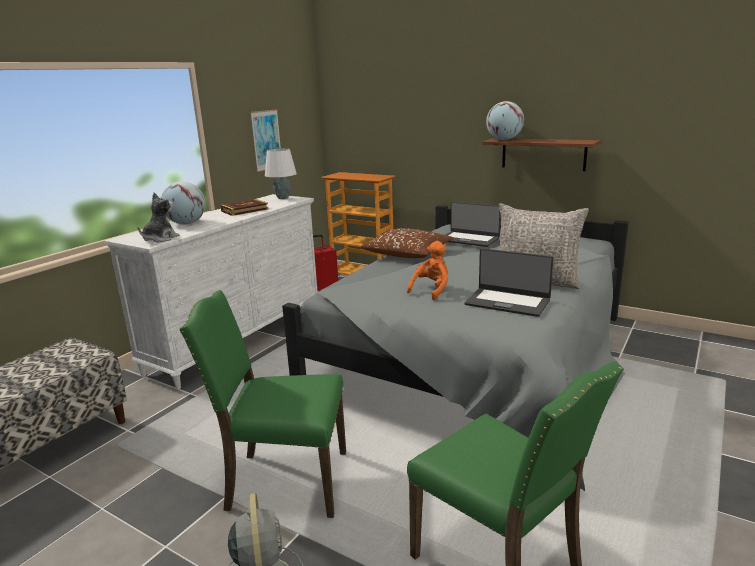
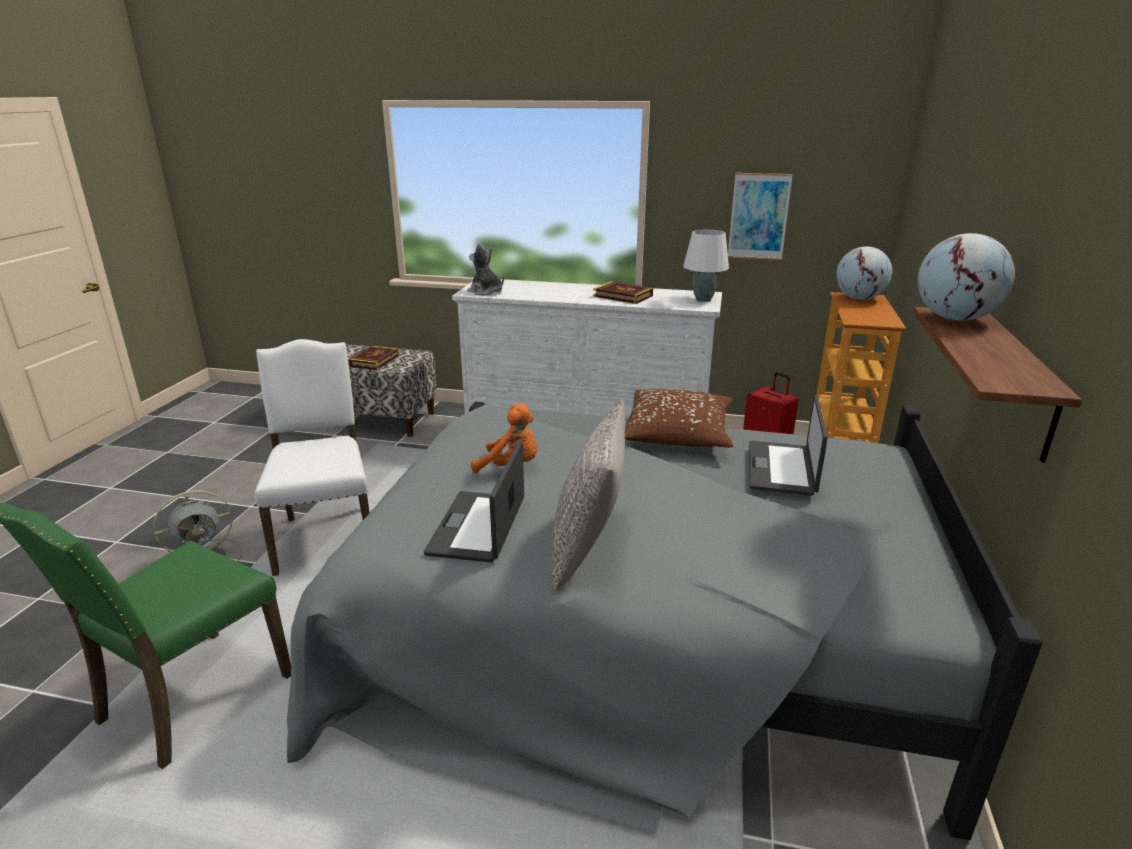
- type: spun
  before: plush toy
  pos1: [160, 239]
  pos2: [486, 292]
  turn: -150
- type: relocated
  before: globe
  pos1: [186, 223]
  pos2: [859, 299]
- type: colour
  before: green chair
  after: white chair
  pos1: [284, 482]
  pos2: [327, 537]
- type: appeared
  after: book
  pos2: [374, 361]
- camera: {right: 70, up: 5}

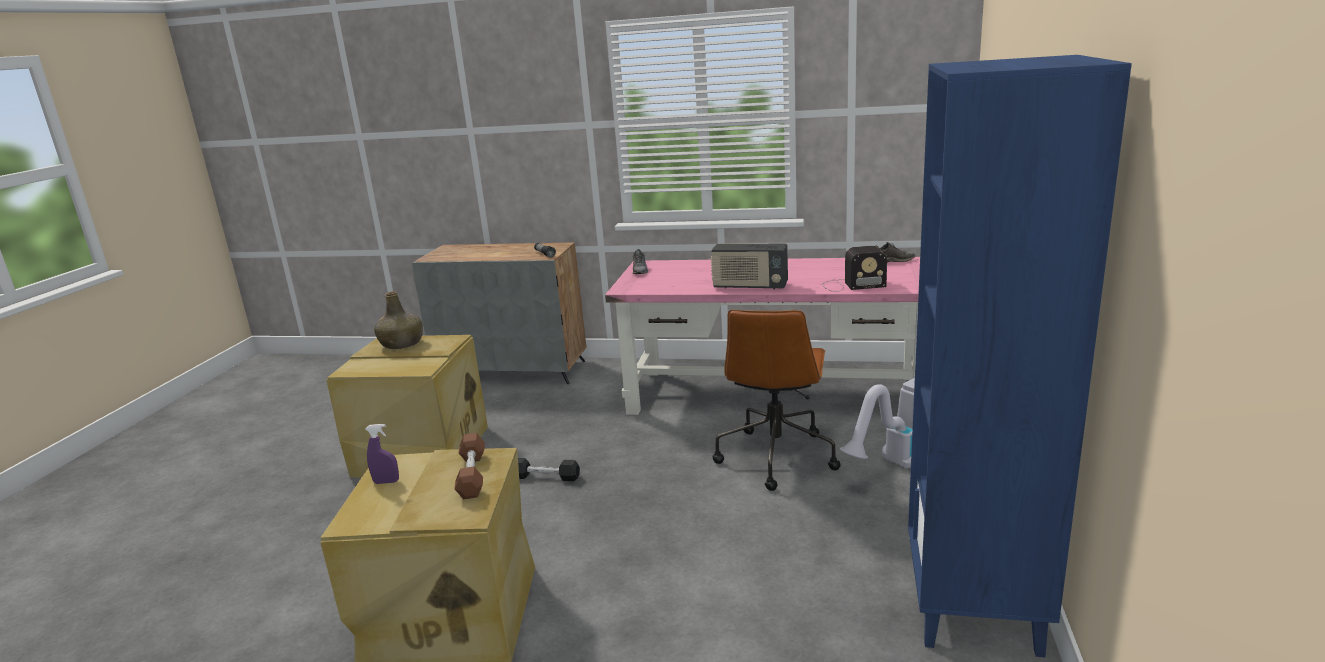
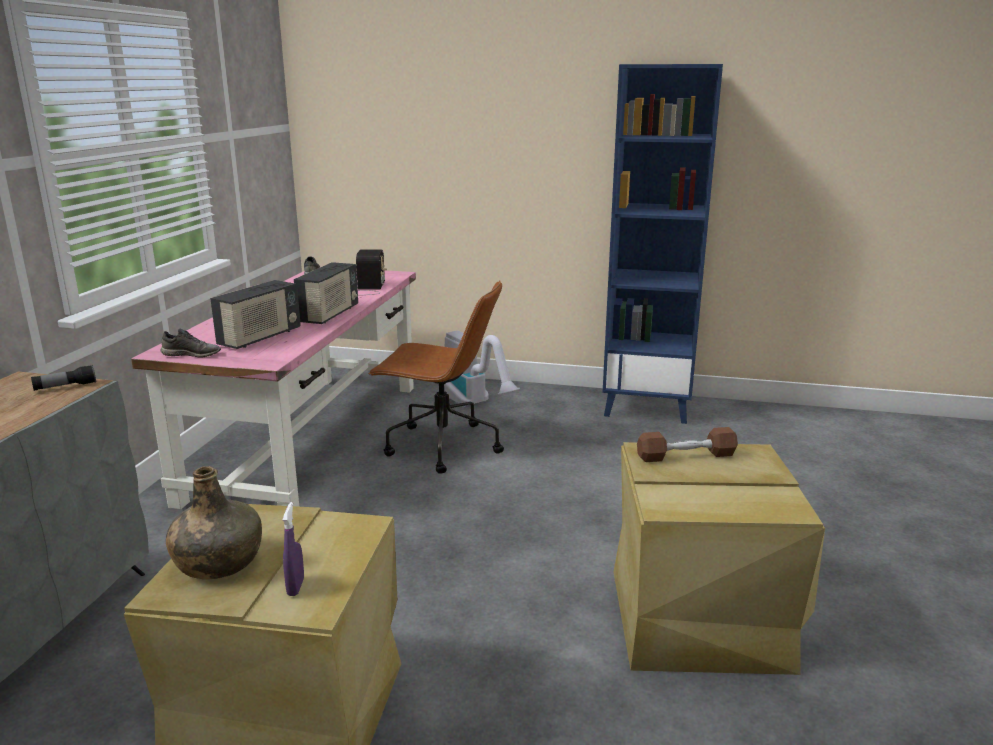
- type: relocated
  before: purple spray bottle
  pos1: [386, 482]
  pos2: [295, 587]
- type: missing
  before: black dumbbell
  pos1: [545, 477]
- type: appeared
  after: radio
  pos2: [260, 338]
- camera: {right: -90, up: 0}

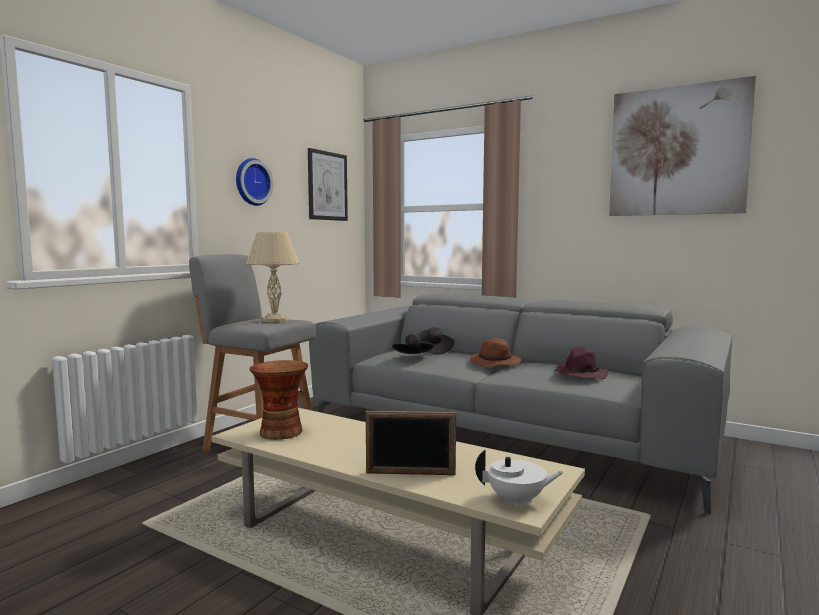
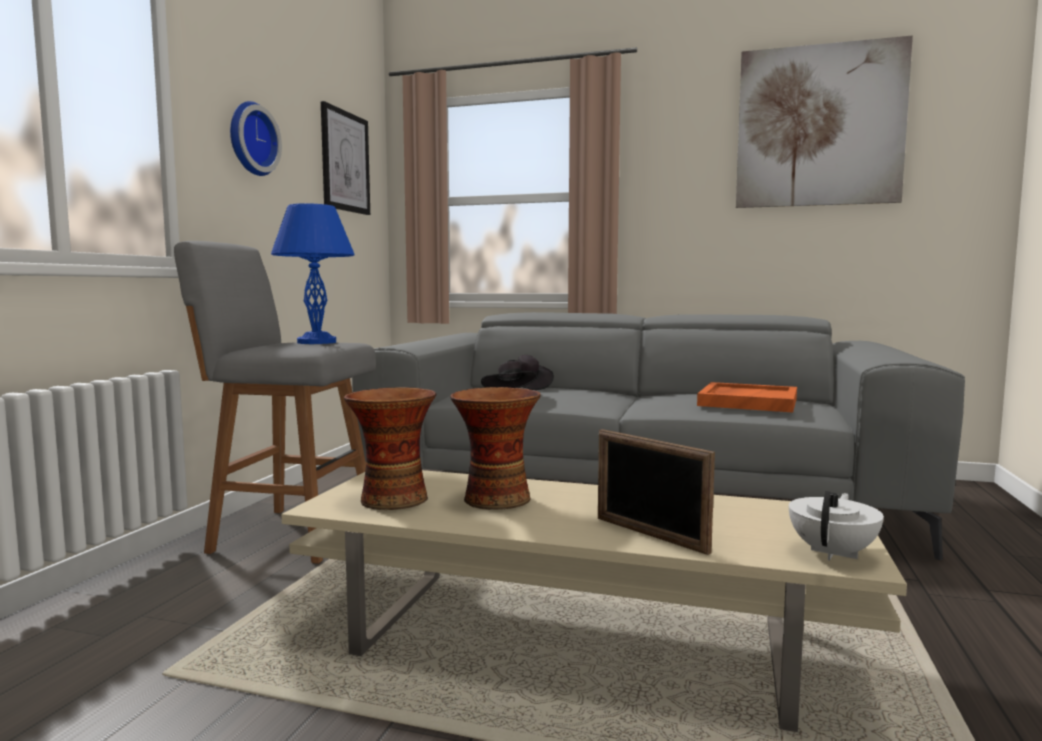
- type: colour
  before: beige table lamp
  after: blue table lamp
  pos1: [274, 320]
  pos2: [316, 342]
- type: spun
  before: picture frame
  pos1: [410, 473]
  pos2: [649, 535]
  turn: 60
- type: missing
  before: brown hat
  pos1: [495, 363]
- type: spun
  before: white teapot
  pos1: [517, 501]
  pos2: [833, 553]
  turn: -45
- type: exchanged
  before: purple hat
  after: orange tray
  pos1: [580, 374]
  pos2: [747, 401]
- type: appeared
  after: vase
  pos2: [494, 499]
- camera: {right: -15, up: 0}

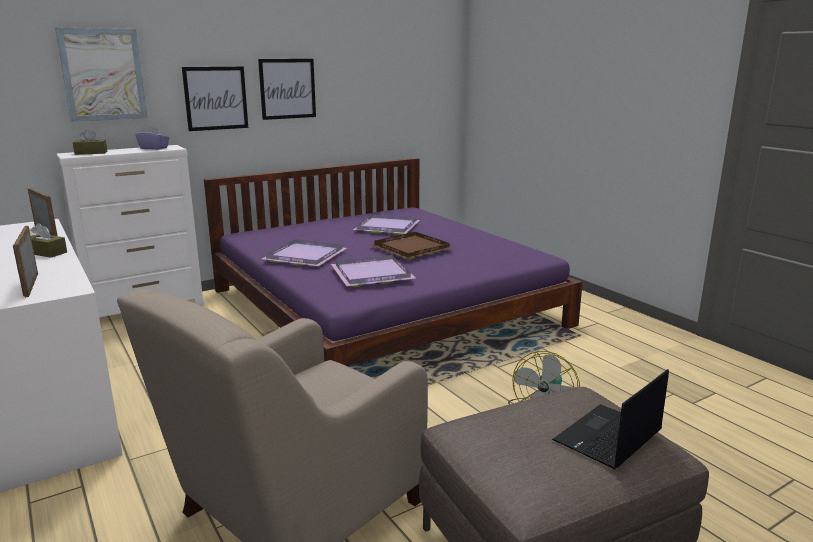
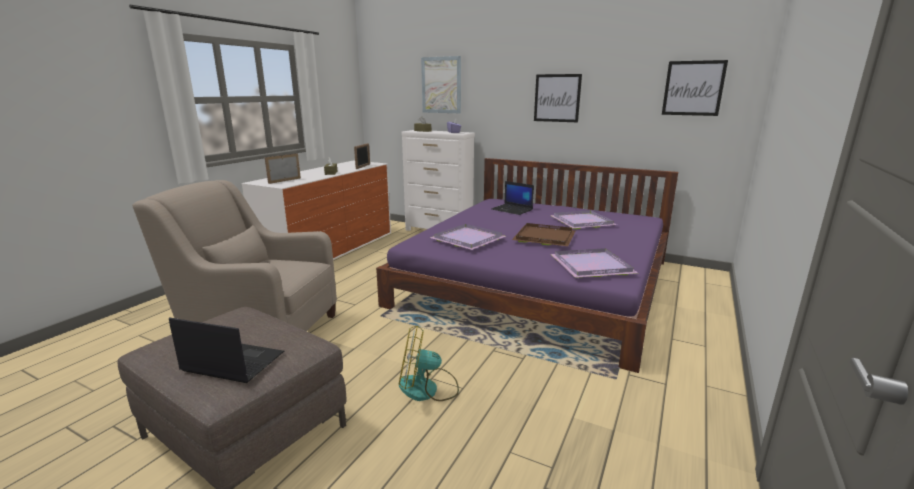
- type: relocated
  before: picture
  pos1: [216, 98]
  pos2: [693, 88]
- type: relocated
  before: purple tray
  pos1: [303, 256]
  pos2: [590, 265]
- type: appeared
  after: laptop
  pos2: [512, 210]
- camera: {right: 60, up: 0}

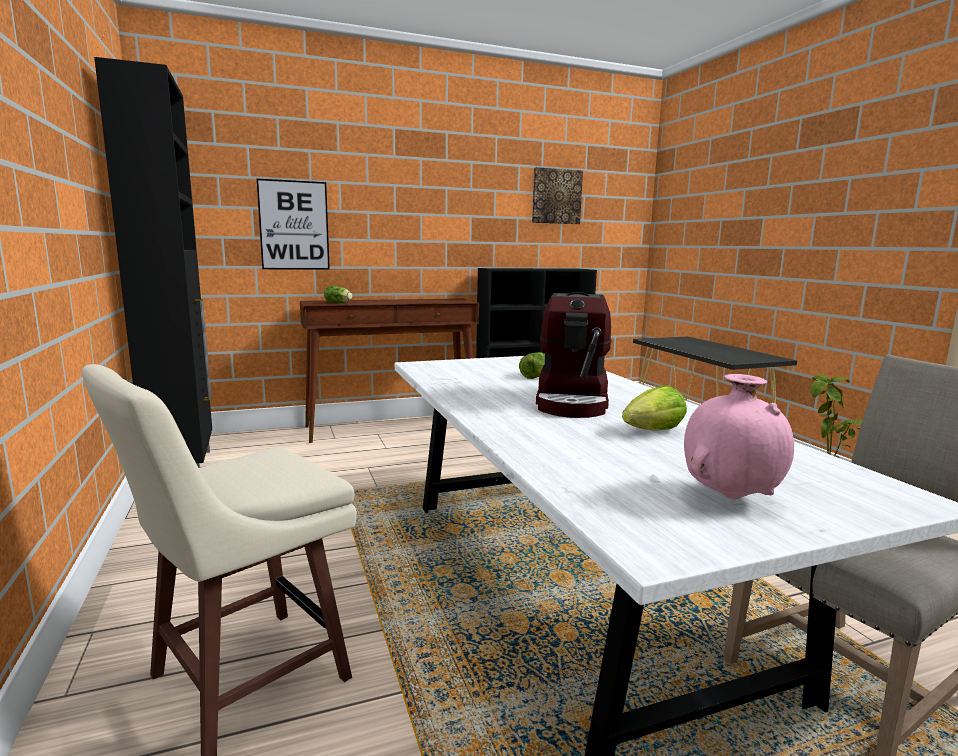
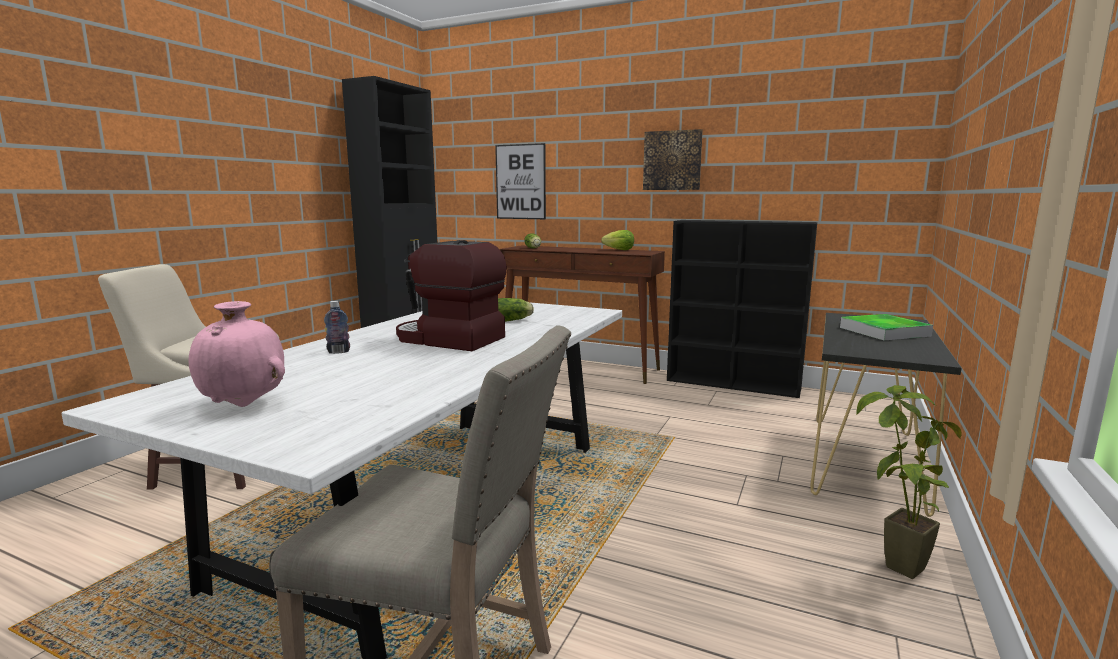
- type: relocated
  before: picture
  pos1: [556, 196]
  pos2: [672, 160]
- type: spun
  before: coffee machine
  pos1: [573, 401]
  pos2: [448, 339]
  turn: 60
- type: relocated
  before: lettuce
  pos1: [654, 431]
  pos2: [619, 250]
- type: appeared
  after: bottle
  pos2: [338, 352]
- type: appeared
  after: tray
  pos2: [884, 332]
- camera: {right: 45, up: 0}

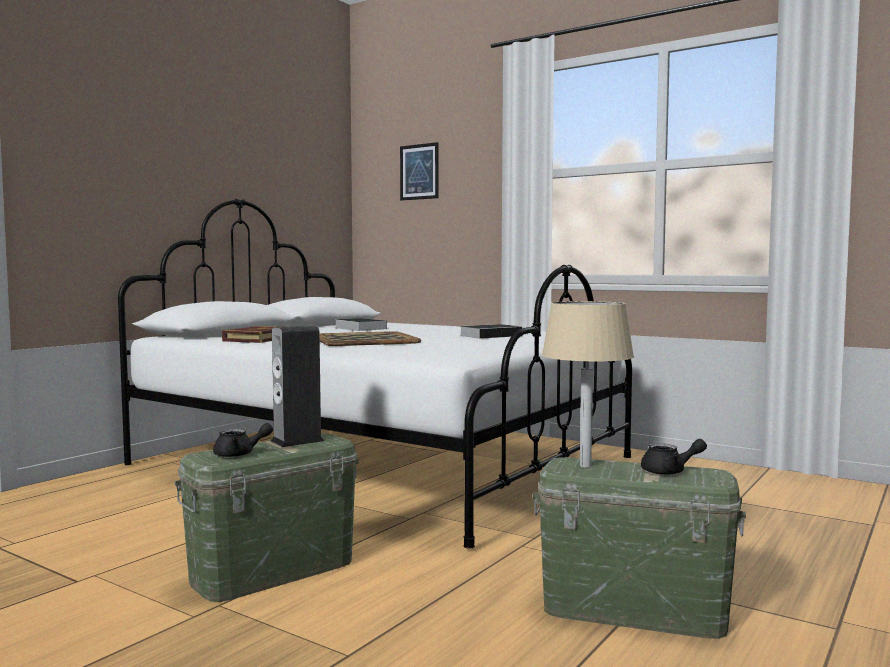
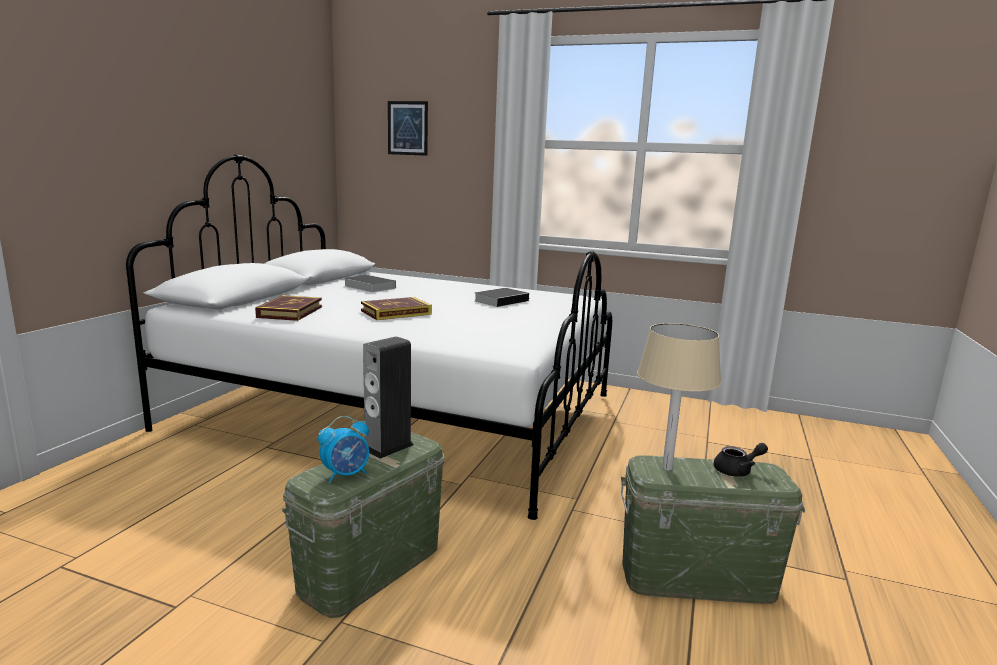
- type: exchanged
  before: black teapot
  after: alarm clock
  pos1: [240, 454]
  pos2: [346, 475]
- type: exchanged
  before: tray
  after: book
  pos1: [364, 340]
  pos2: [396, 312]
- camera: {right: -15, up: 10}

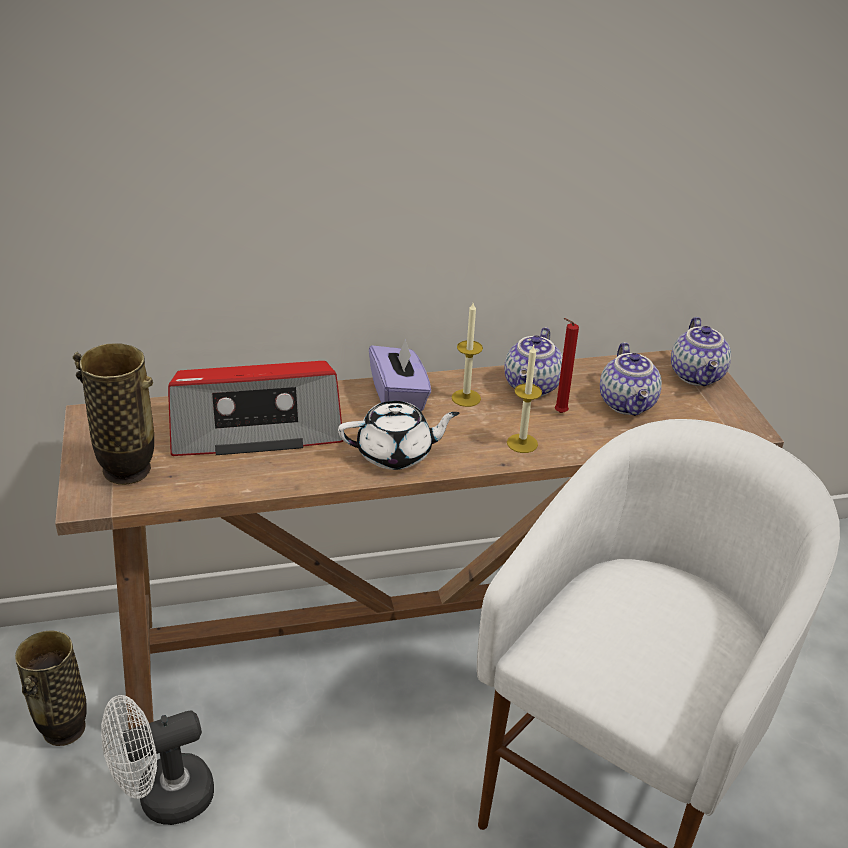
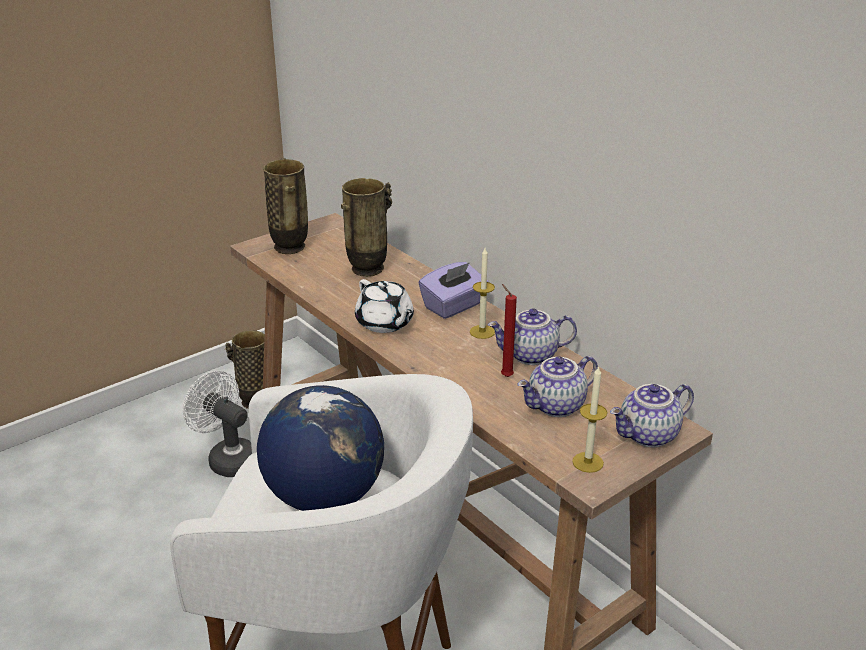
- type: exchanged
  before: radio
  after: vase
  pos1: [256, 427]
  pos2: [368, 270]
- type: relocated
  before: candle
  pos1: [522, 443]
  pos2: [587, 462]
- type: appeared
  after: globe
  pos2: [324, 496]
- camera: {right: 65, up: -5}

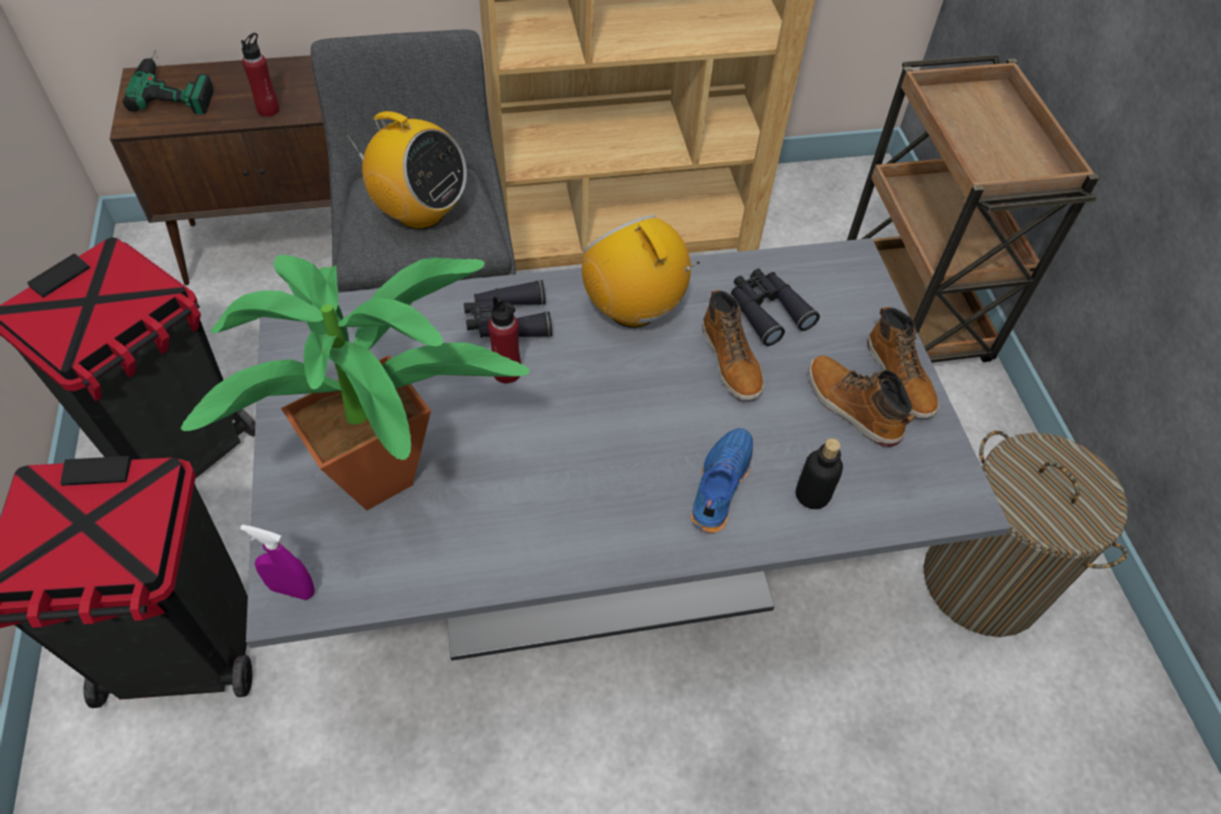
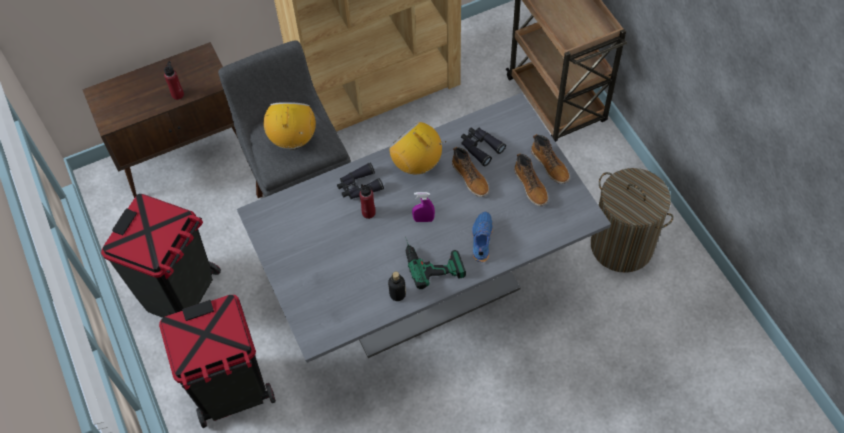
- type: relocated
  before: power drill
  pos1: [176, 86]
  pos2: [432, 259]
- type: missing
  before: potted plant
  pos1: [393, 477]
- type: relocated
  before: purple spray bottle
  pos1: [292, 590]
  pos2: [423, 219]
- type: spun
  before: radio
  pos1: [420, 213]
  pos2: [293, 140]
  turn: -105
- type: relocated
  before: bottle
  pos1: [812, 495]
  pos2: [397, 294]
- type: spun
  before: boot
  pos1: [851, 407]
  pos2: [531, 186]
  turn: -150
- camera: {right: -10, up: 5}

